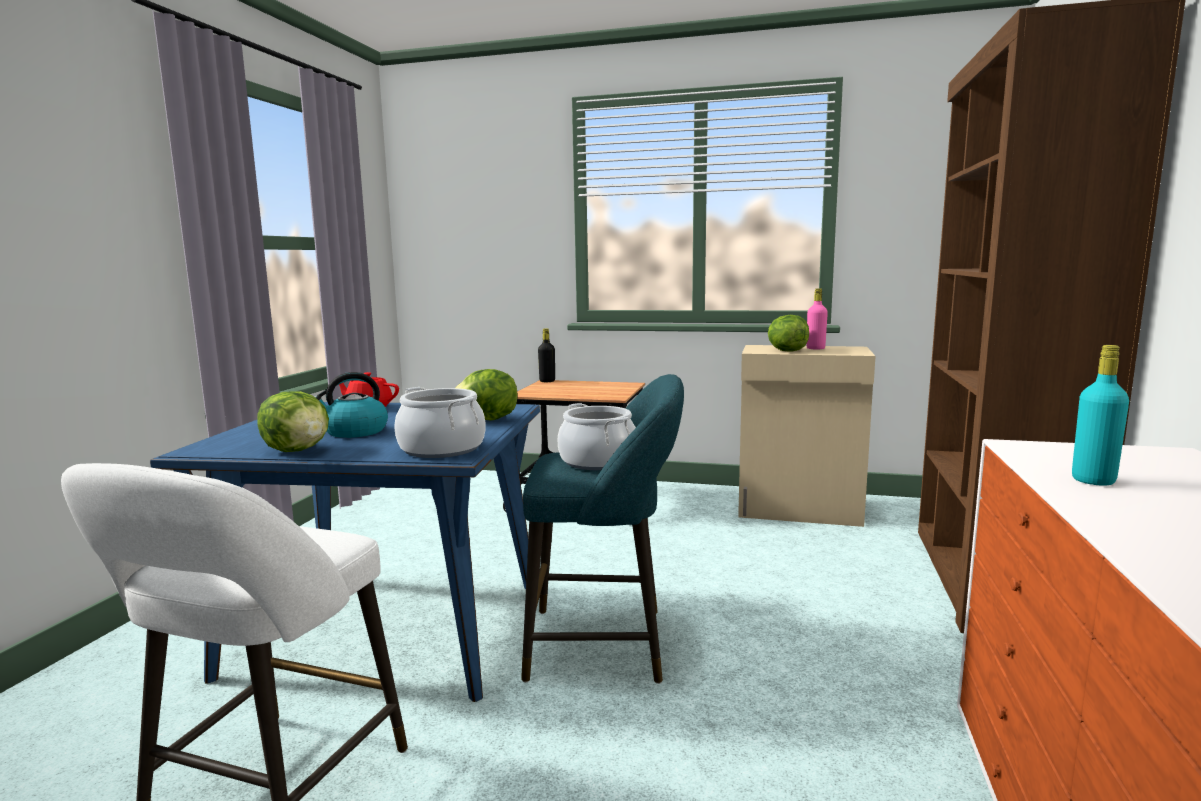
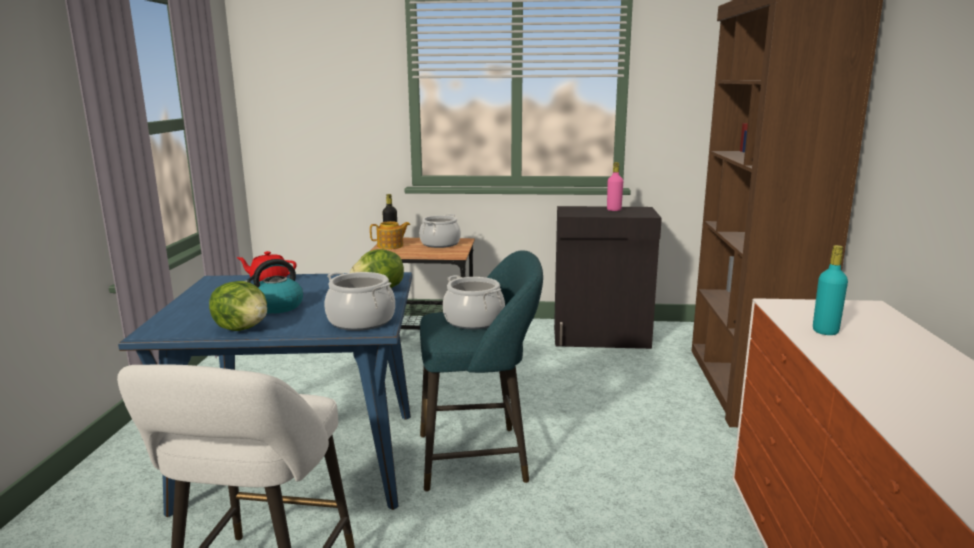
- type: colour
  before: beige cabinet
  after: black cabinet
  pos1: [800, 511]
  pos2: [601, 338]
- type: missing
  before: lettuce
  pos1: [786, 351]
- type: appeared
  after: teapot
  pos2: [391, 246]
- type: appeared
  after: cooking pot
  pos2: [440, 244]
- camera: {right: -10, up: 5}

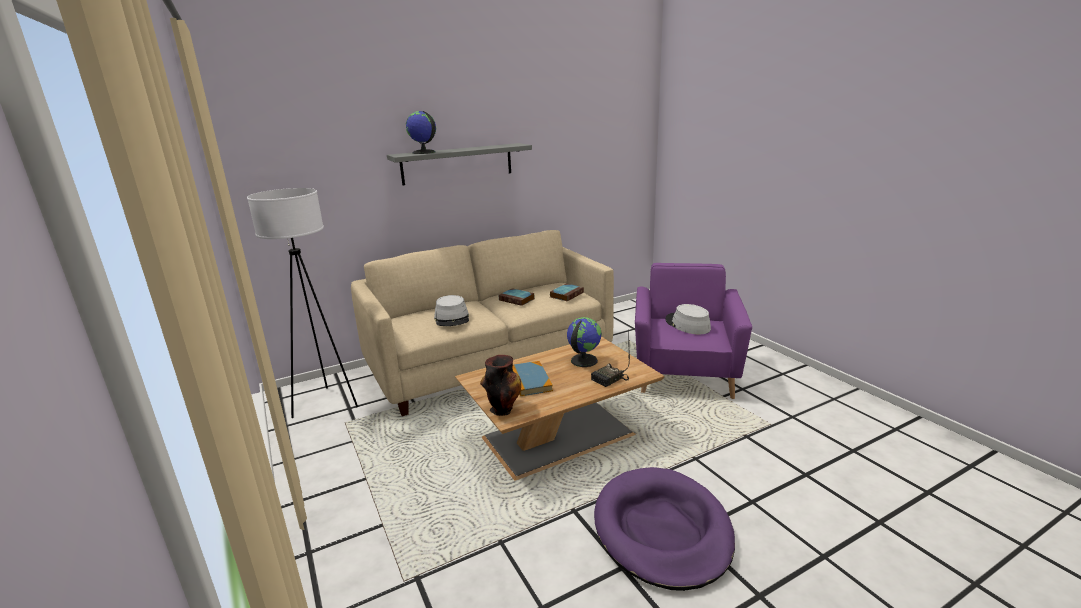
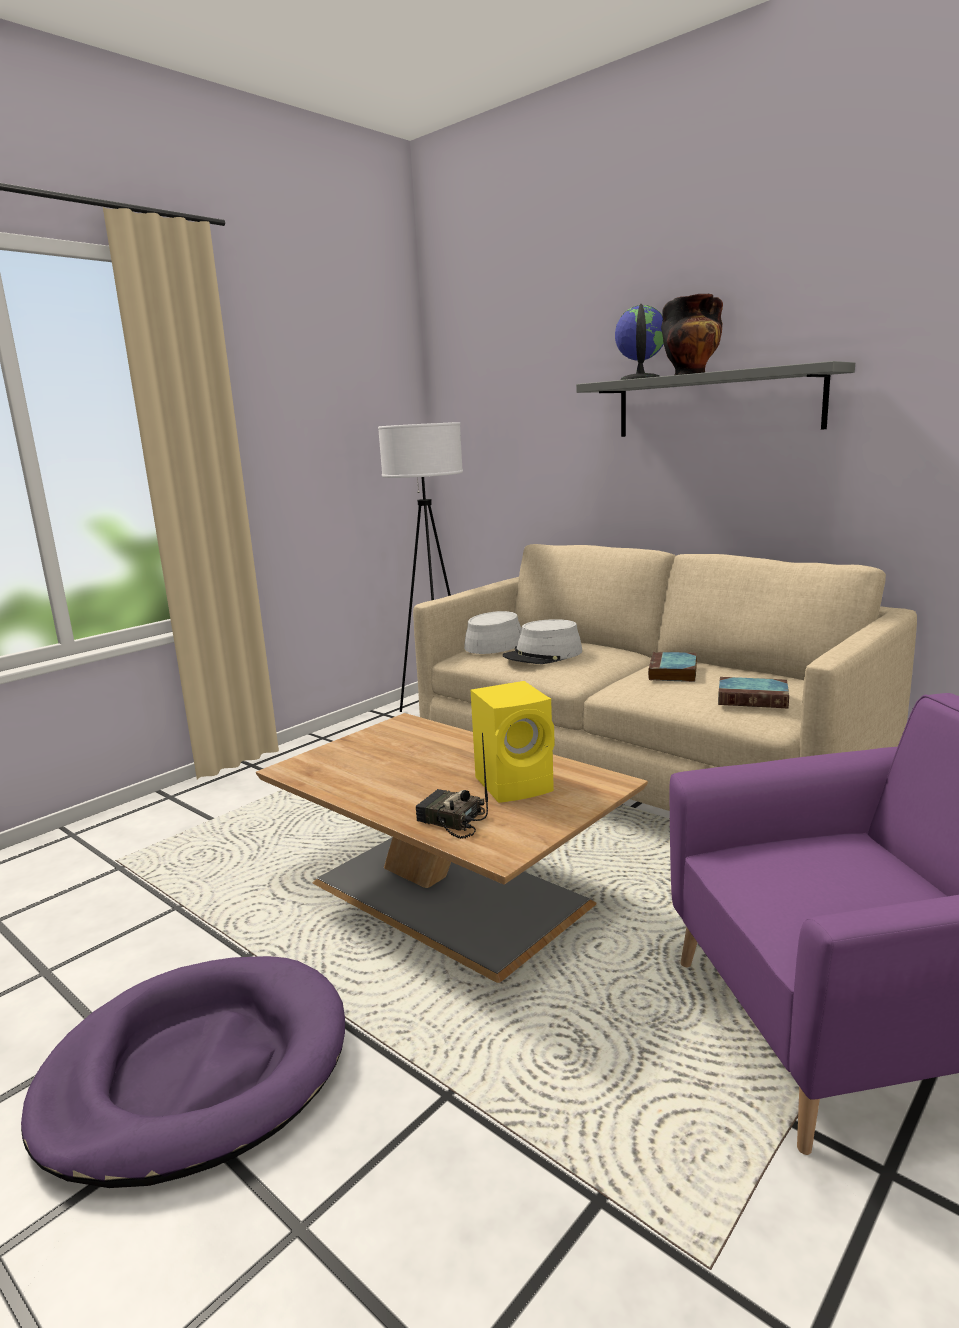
- type: relocated
  before: vase
  pos1: [502, 408]
  pos2: [691, 374]
- type: missing
  before: book
  pos1: [530, 380]
- type: exchanged
  before: globe
  after: yellow speaker
  pos1: [583, 360]
  pos2: [516, 784]
- type: relocated
  before: grey hat
  pos1: [687, 324]
  pos2: [498, 643]
- camera: {right: 70, up: -5}

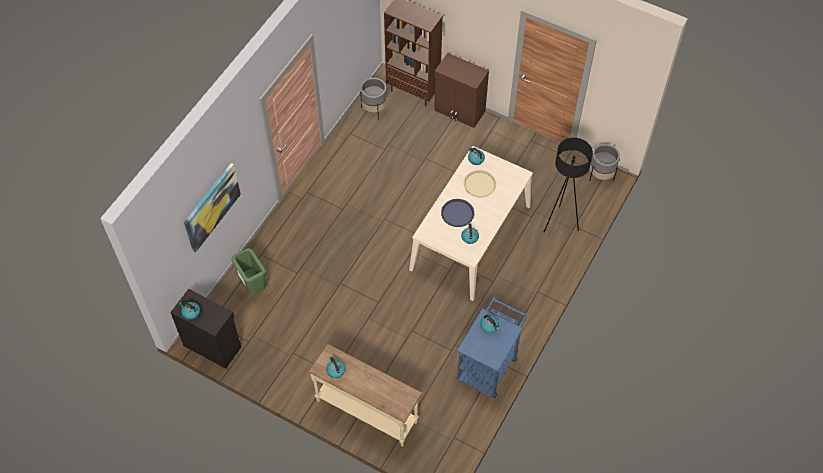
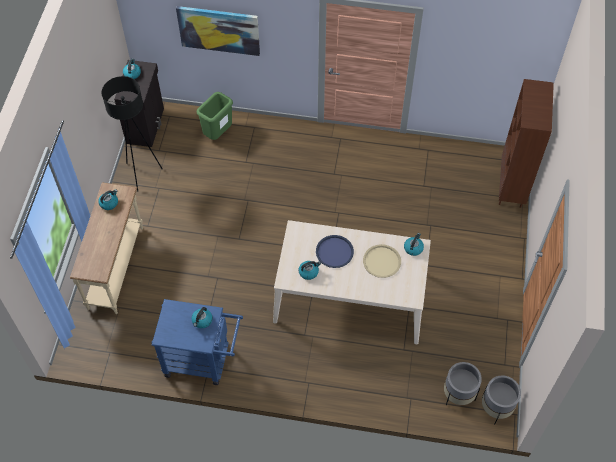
- type: relocated
  before: grey planter
  pos1: [374, 109]
  pos2: [458, 395]
- type: missing
  before: brown cabinet
  pos1: [459, 111]
- type: relocated
  before: black floor lamp
  pos1: [560, 223]
  pos2: [142, 174]
- camera: {right: 70, up: 0}

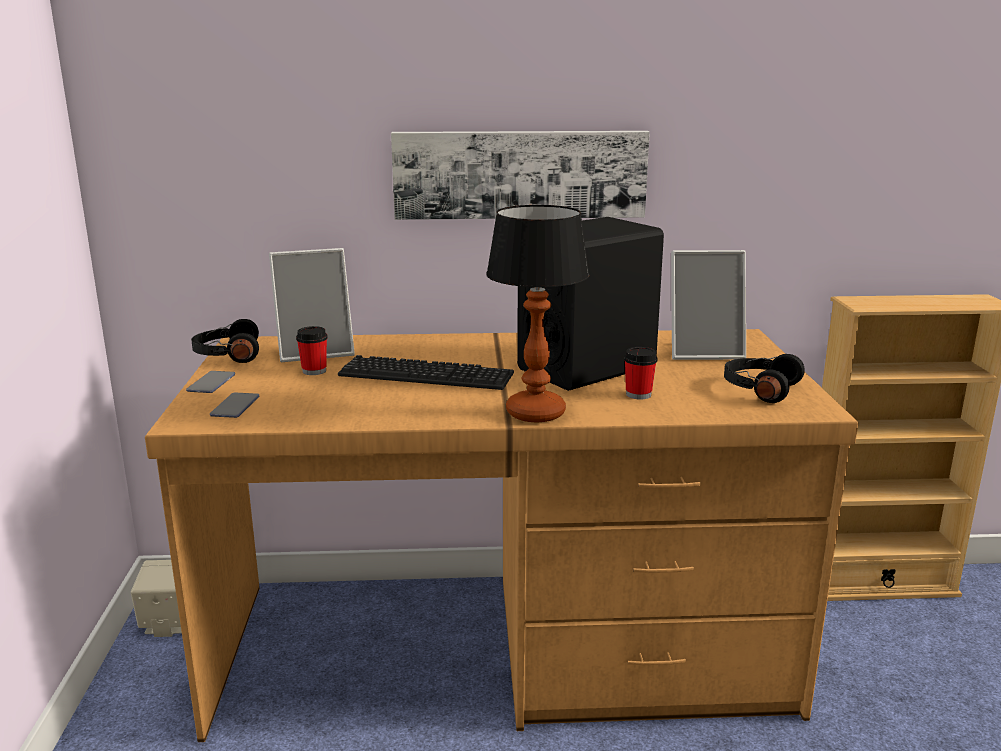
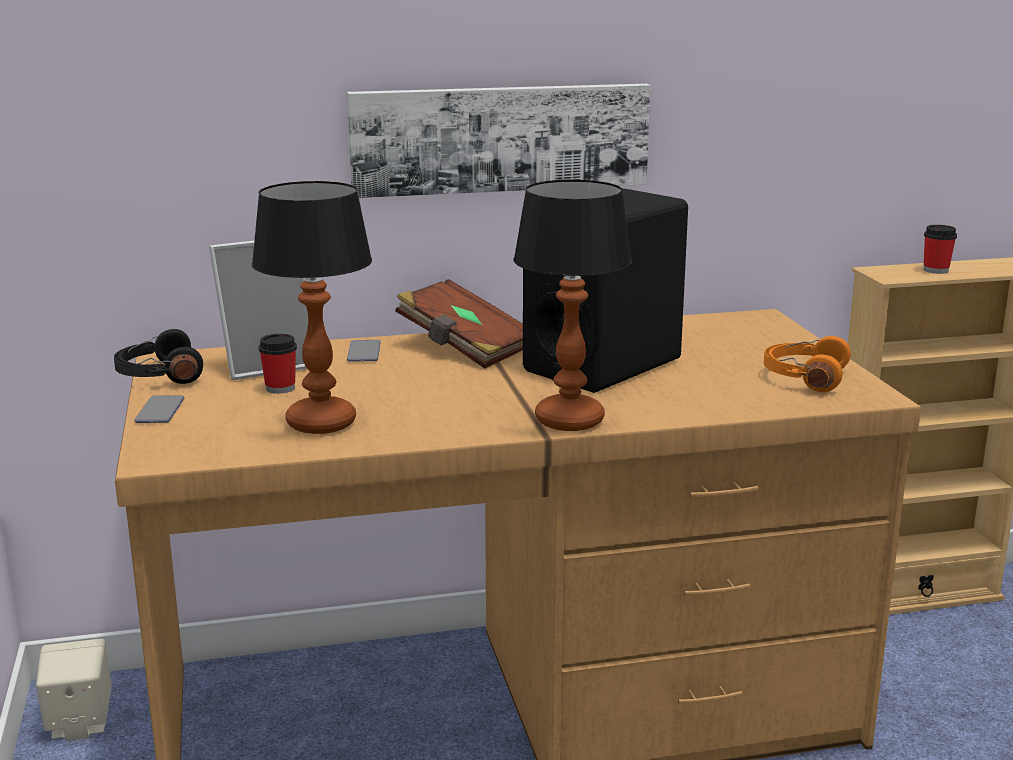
- type: relocated
  before: phone
  pos1: [235, 406]
  pos2: [364, 352]
- type: missing
  before: keyboard
  pos1: [426, 375]
- type: relocated
  before: cup
  pos1: [638, 394]
  pos2: [936, 270]
- type: missing
  before: picture frame
  pos1: [704, 352]
- type: colour
  before: black headphones
  after: orange headphones
  pos1: [759, 389]
  pos2: [803, 377]
- type: appeared
  after: table lamp
  pos2: [319, 423]
- type: appeared
  after: brown book
  pos2: [465, 348]
- camera: {right: -10, up: 0}

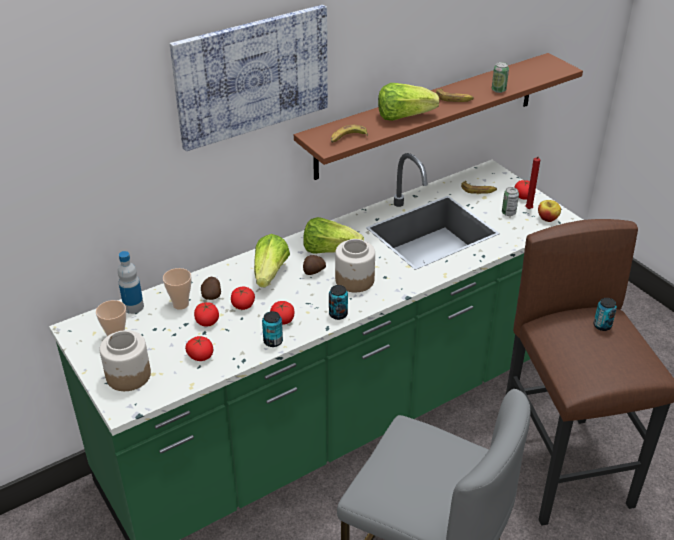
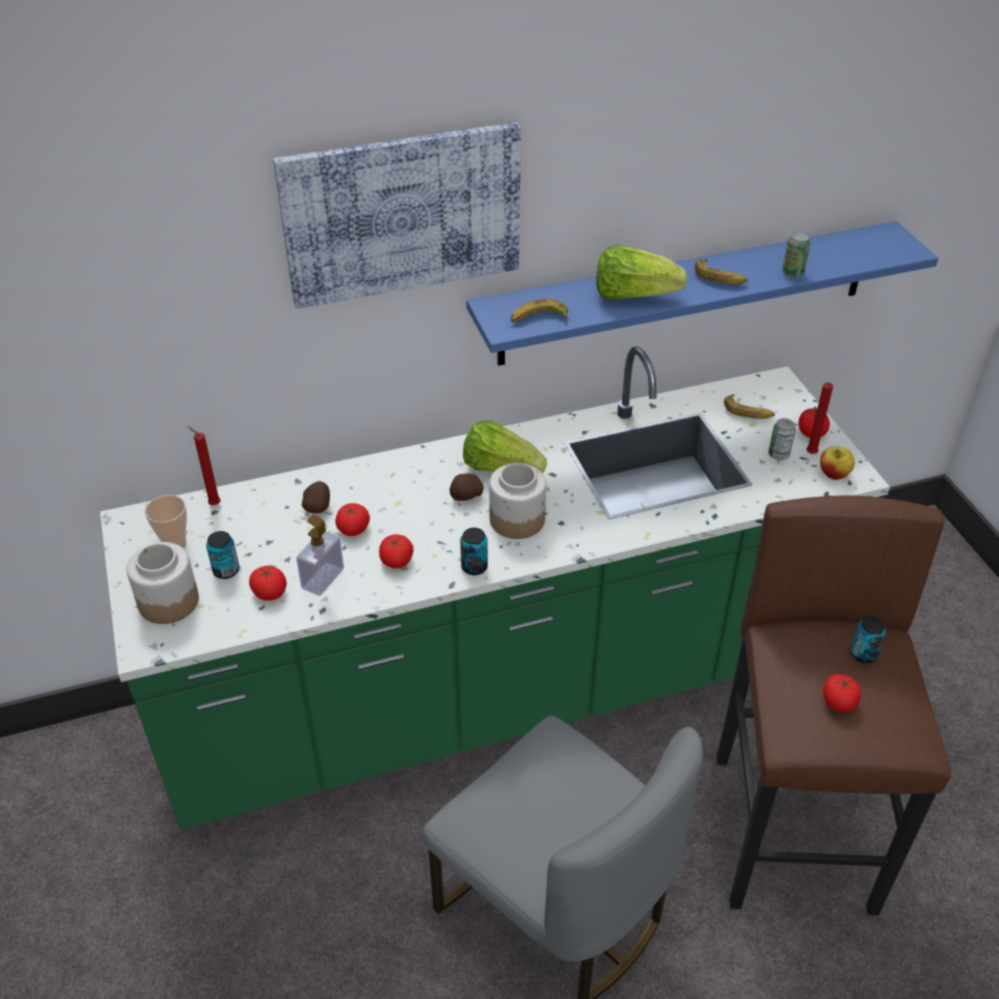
- type: exchanged
  before: bottle
  after: red candle
  pos1: [133, 307]
  pos2: [213, 504]
- type: missing
  before: cup
  pos1: [180, 304]
- type: relocated
  before: tomato
  pos1: [207, 321]
  pos2: [838, 701]
- type: missing
  before: lettuce
  pos1: [270, 274]
- type: relocated
  before: can
  pos1: [273, 341]
  pos2: [226, 570]
- type: colour
  before: brown shelf
  after: blue shelf
  pos1: [428, 115]
  pos2: [686, 293]
- type: appeared
  after: soap dispenser
  pos2: [323, 578]
- camera: {right: 15, up: 5}

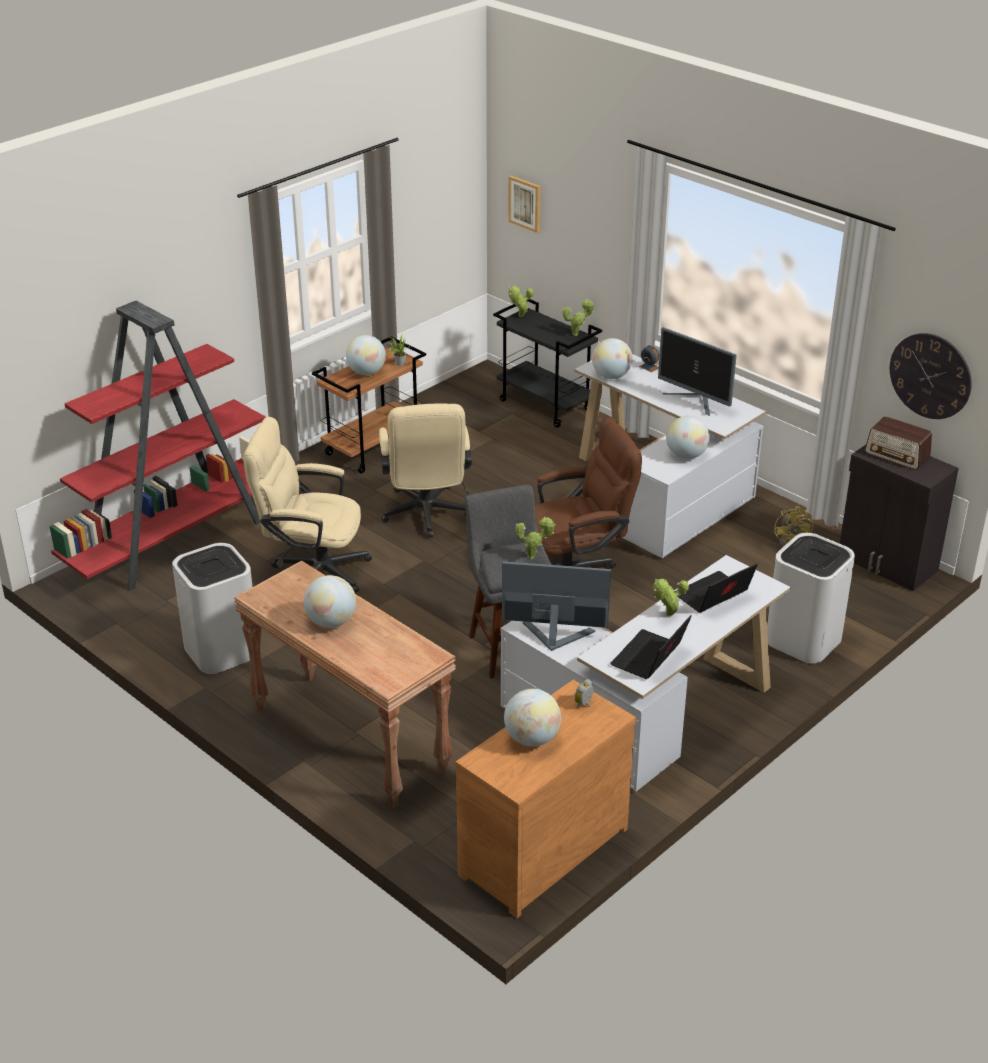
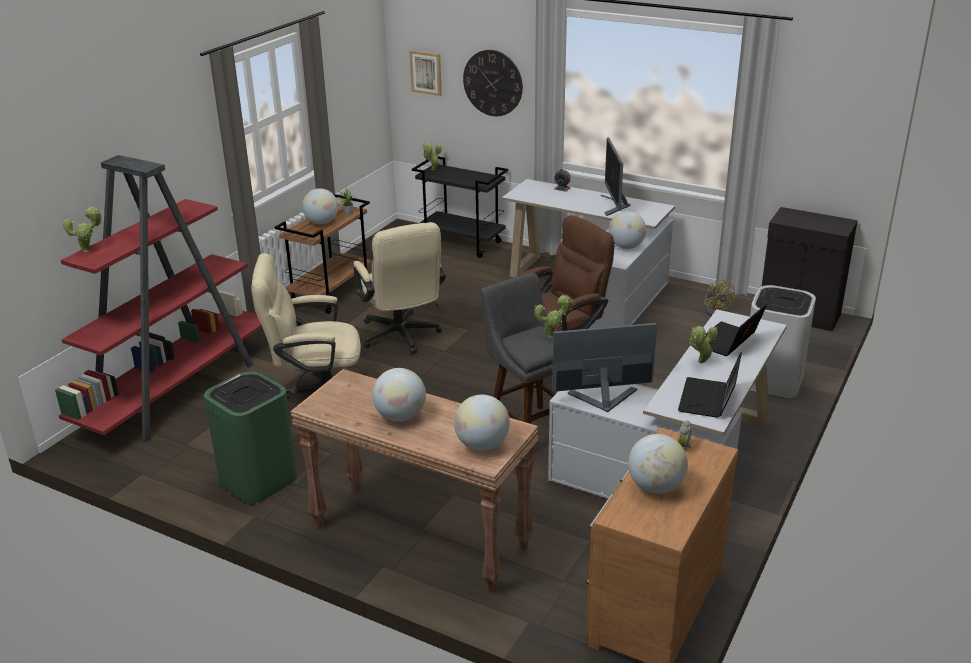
- type: colour
  before: white trash can
  after: green trash can
  pos1: [221, 650]
  pos2: [257, 479]
- type: relocated
  before: potted plant
  pos1: [577, 334]
  pos2: [88, 250]
- type: relocated
  before: globe
  pos1: [611, 376]
  pos2: [482, 445]
- type: spun
  before: monitor
  pos1: [695, 401]
  pos2: [614, 206]
  turn: 60
- type: missing
  before: radio
  pos1: [897, 455]
- type: relocated
  before: wall clock
  pos1: [930, 376]
  pos2: [493, 83]
- camera: {right: -15, up: -5}

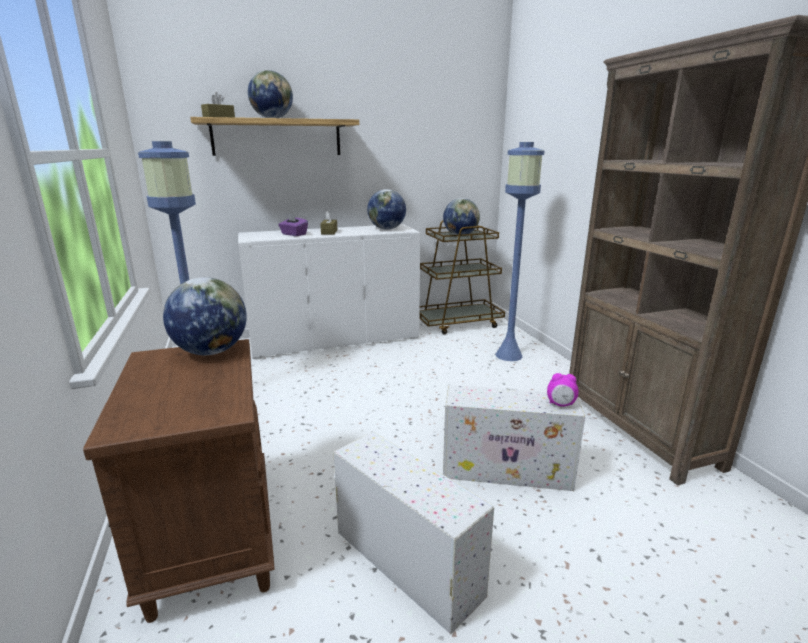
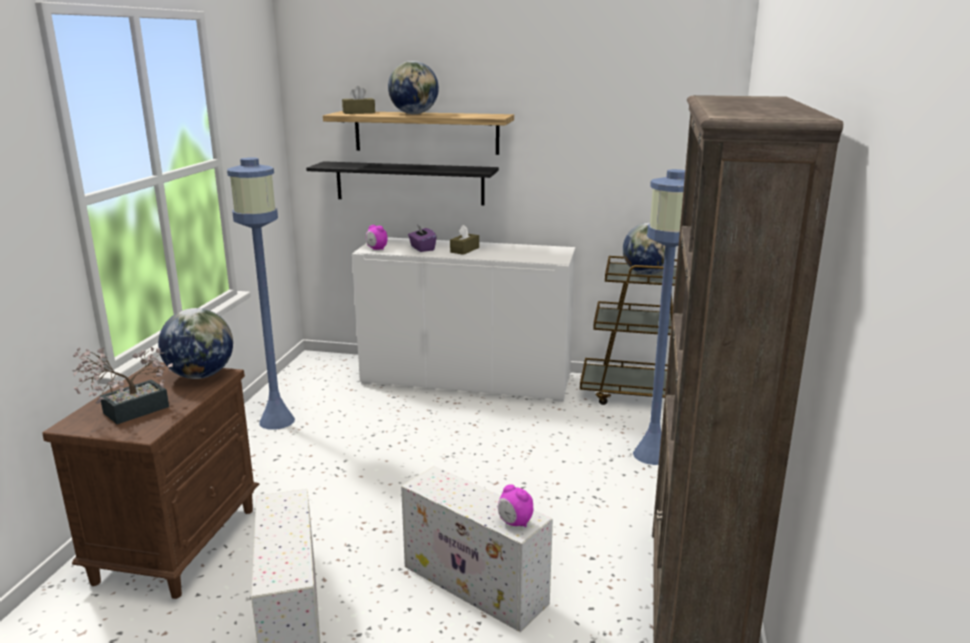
- type: missing
  before: globe
  pos1: [386, 229]
- type: appeared
  after: potted plant
  pos2: [128, 412]
- type: appeared
  after: black shelf
  pos2: [409, 183]
- type: appeared
  after: alarm clock
  pos2: [376, 249]
- camera: {right: 30, up: 0}

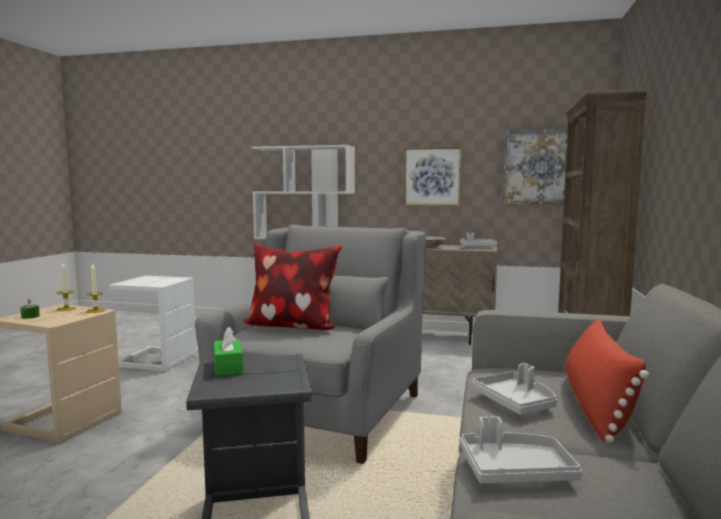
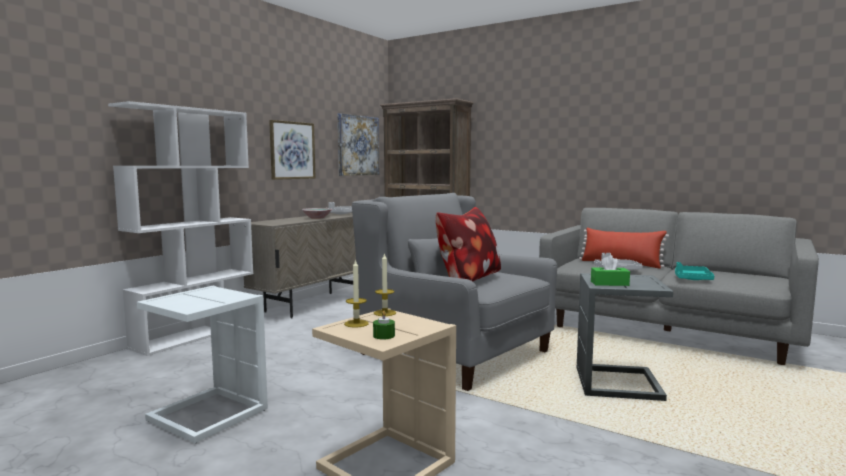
- type: colour
  before: grey tray
  after: turquoise tray
  pos1: [515, 471]
  pos2: [691, 279]
- camera: {right: -70, up: 0}

